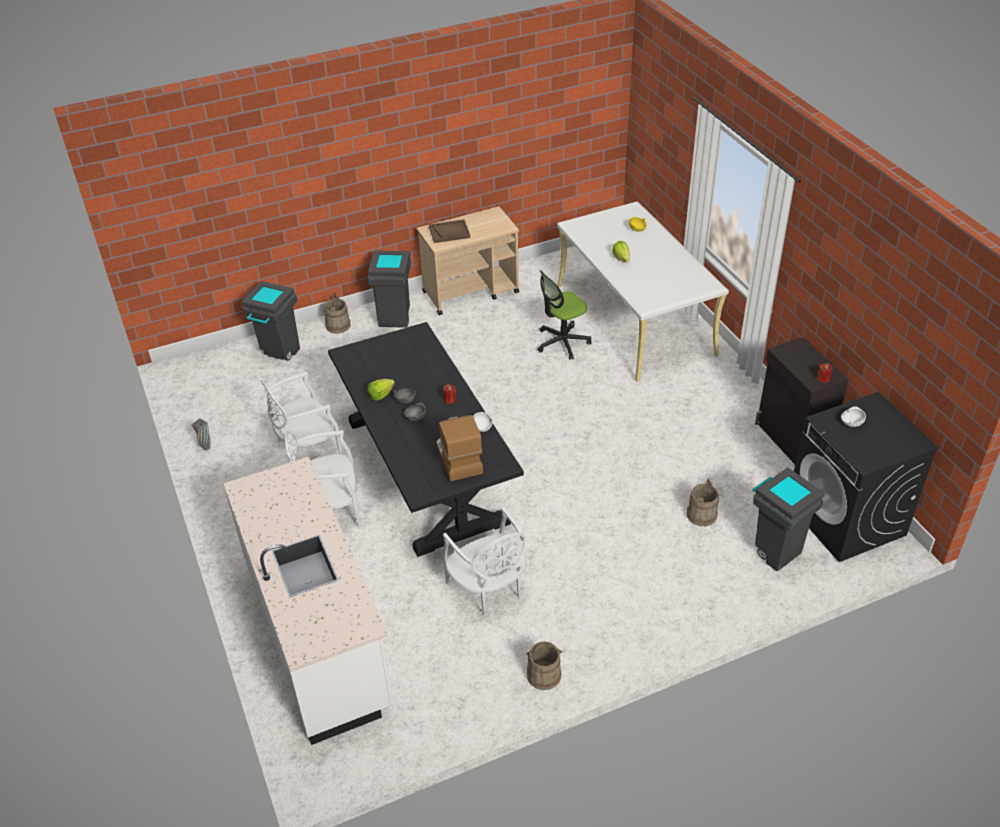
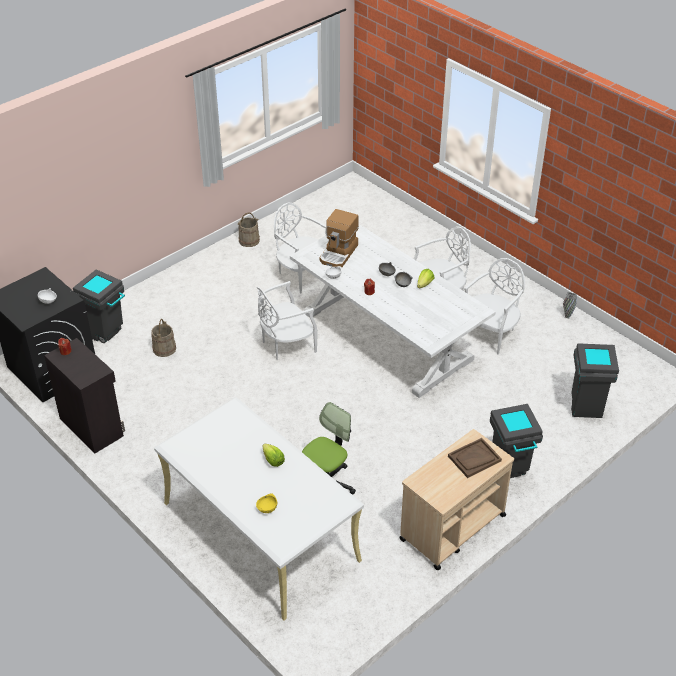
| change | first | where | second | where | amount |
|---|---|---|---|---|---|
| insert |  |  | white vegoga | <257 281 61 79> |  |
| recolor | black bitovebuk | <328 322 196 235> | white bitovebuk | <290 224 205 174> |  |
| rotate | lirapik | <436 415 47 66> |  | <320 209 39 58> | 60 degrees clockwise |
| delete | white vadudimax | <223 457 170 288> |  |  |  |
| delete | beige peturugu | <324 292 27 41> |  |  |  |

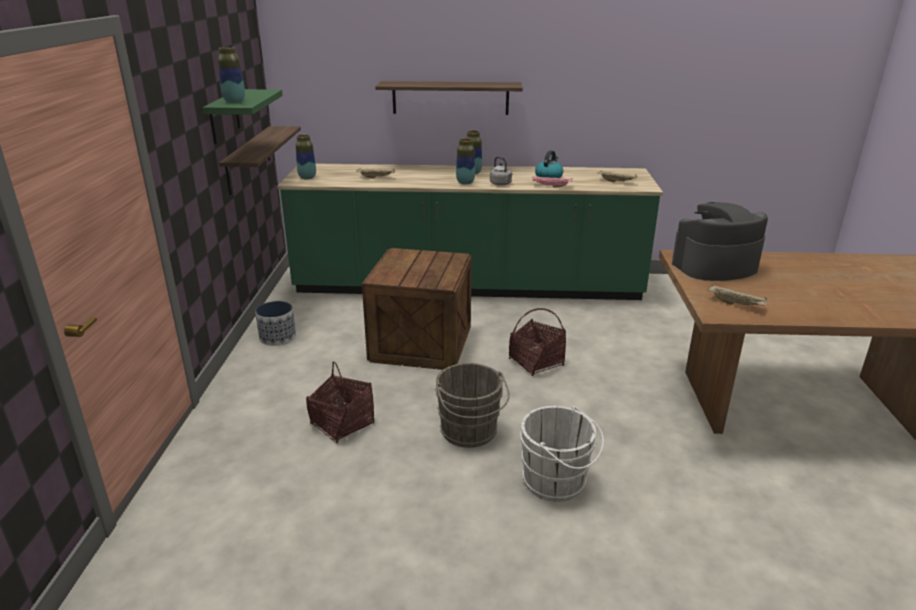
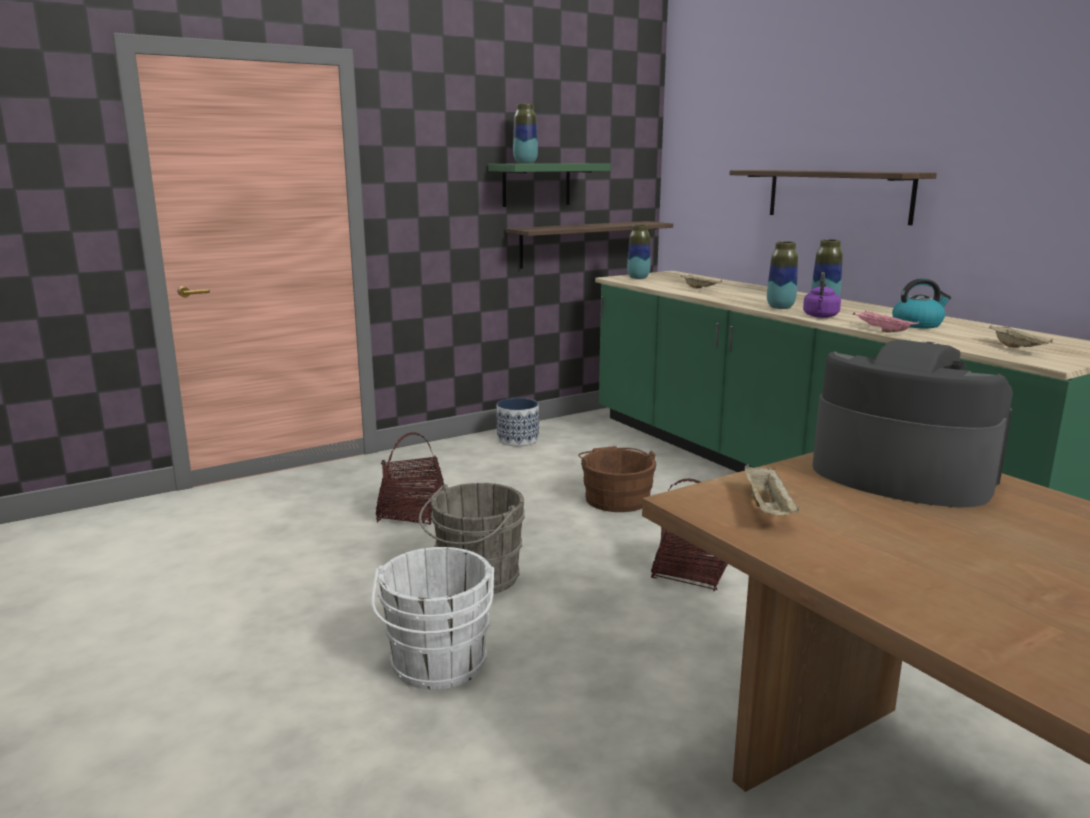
| change | first | where | second | where | amount |
|---|---|---|---|---|---|
| replace | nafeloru | <362 248 110 122> | brown peturugu | <578 446 78 66> |  |
| recolor | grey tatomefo | <490 156 22 30> | purple tatomefo | <803 272 38 46> |  |

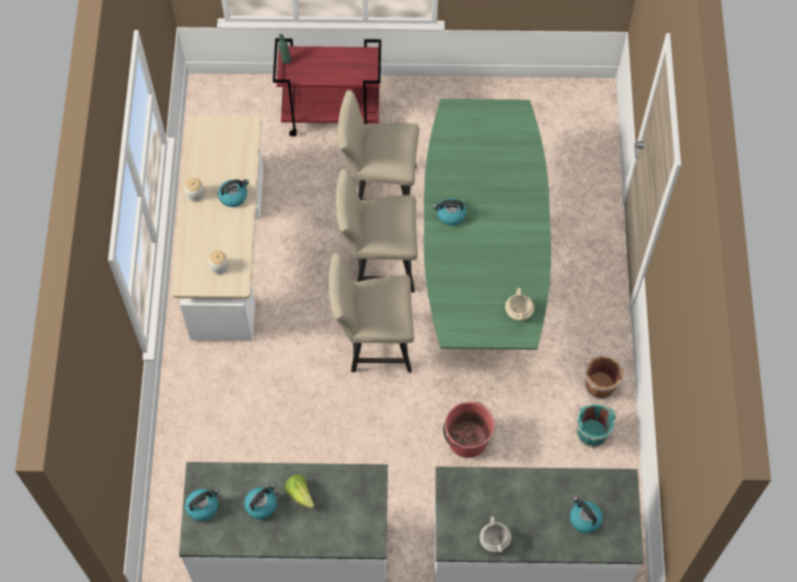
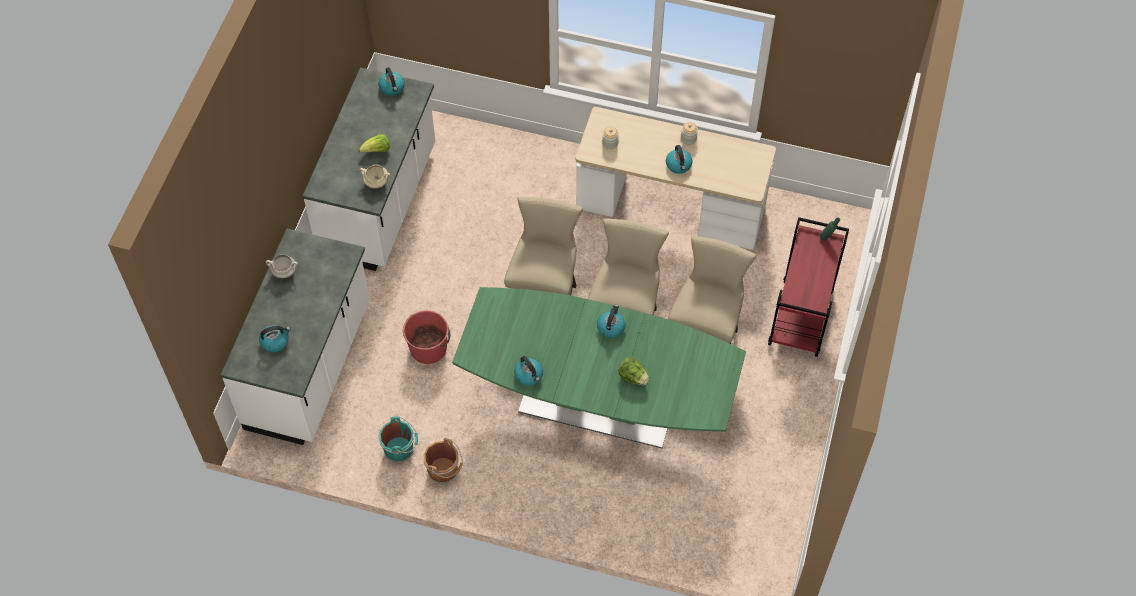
| change | first | where | second | where | amount |
|---|---|---|---|---|---|
| move | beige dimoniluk | <505 288 29 33> |  | <360 165 30 24> |  |
| move | tatomefo | <244 483 33 36> |  | <514 356 29 30> |  |
| insert |  |  | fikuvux | <618 357 31 28> |  |

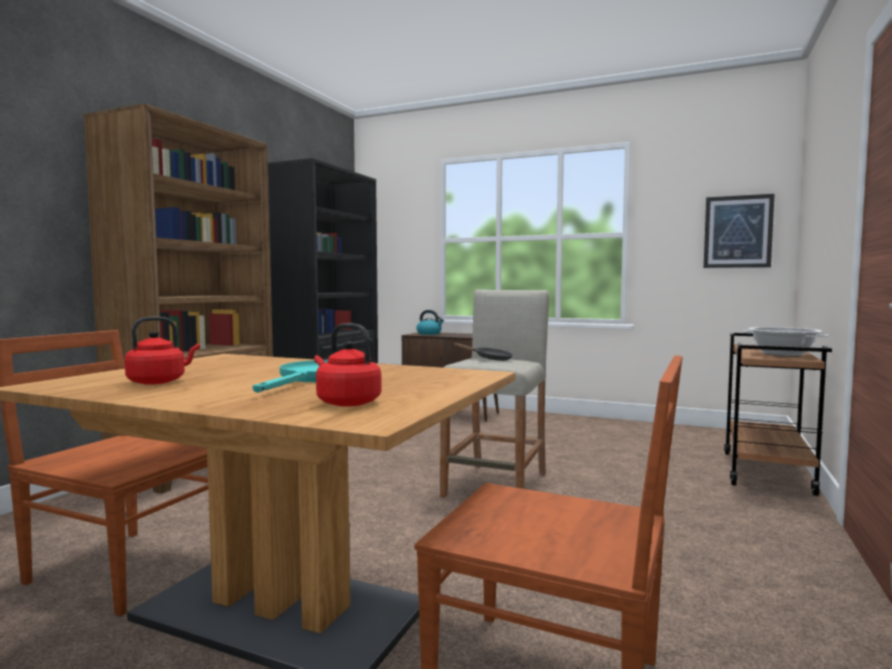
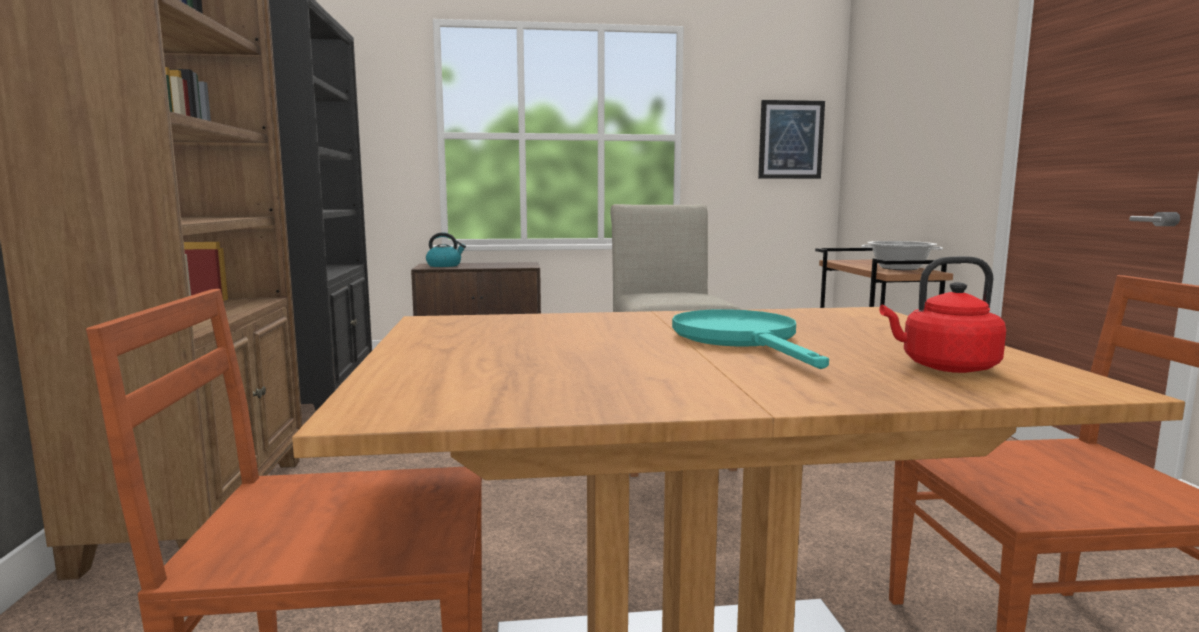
| change | first | where | second | where | amount |
|---|---|---|---|---|---|
| delete | red tatomefo | <125 317 75 68> |  |  |  |
| delete | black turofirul | <453 343 60 18> |  |  |  |

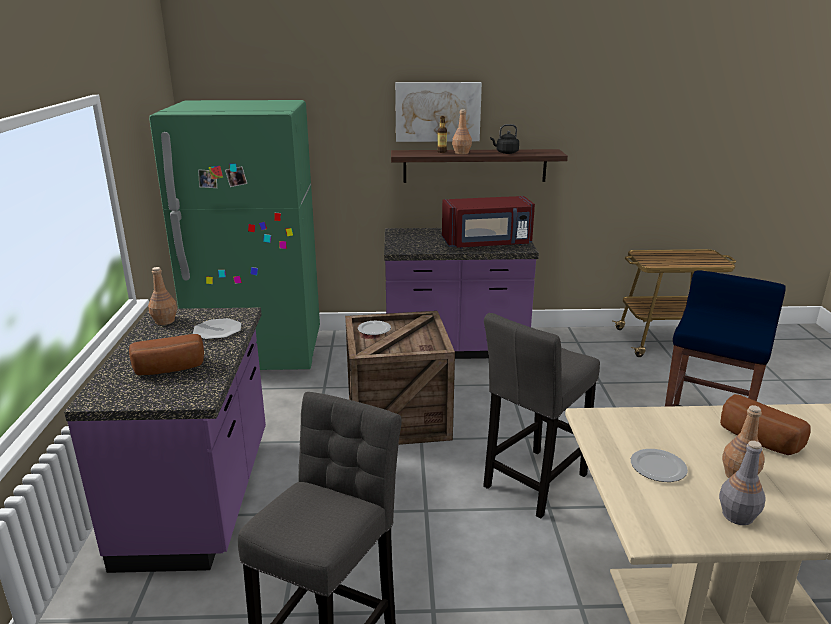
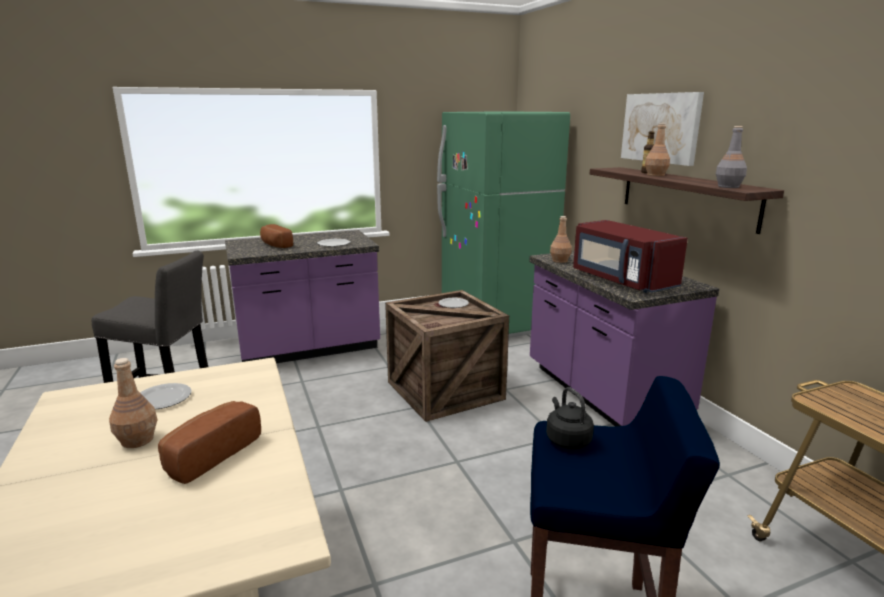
| change | first | where | second | where | amount |
|---|---|---|---|---|---|
| move | black tatomefo | <490 124 29 30> |  | <546 387 48 62> |  |
| move | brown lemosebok | <148 267 29 58> |  | <550 216 22 47> |  |
| move | grey lemosebok | <719 441 47 84> |  | <716 126 31 62> |  |
| delete | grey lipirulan | <483 313 117 205> |  |  |  |

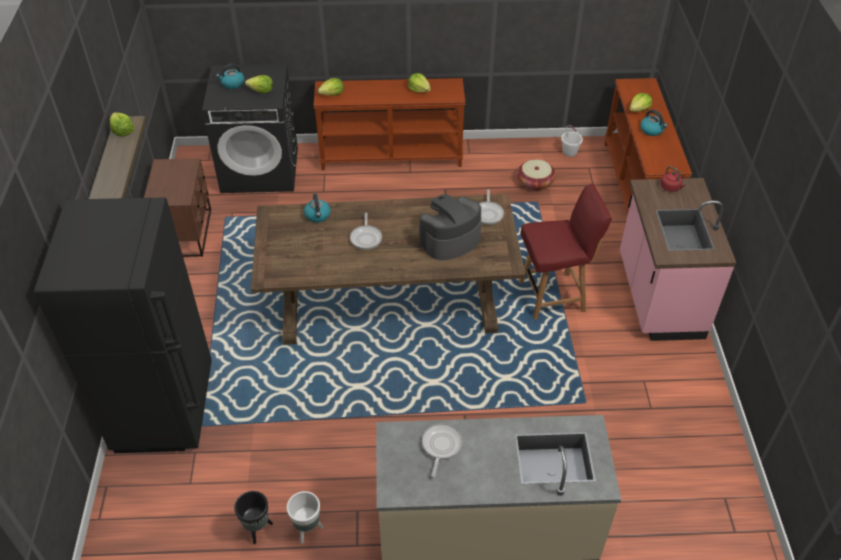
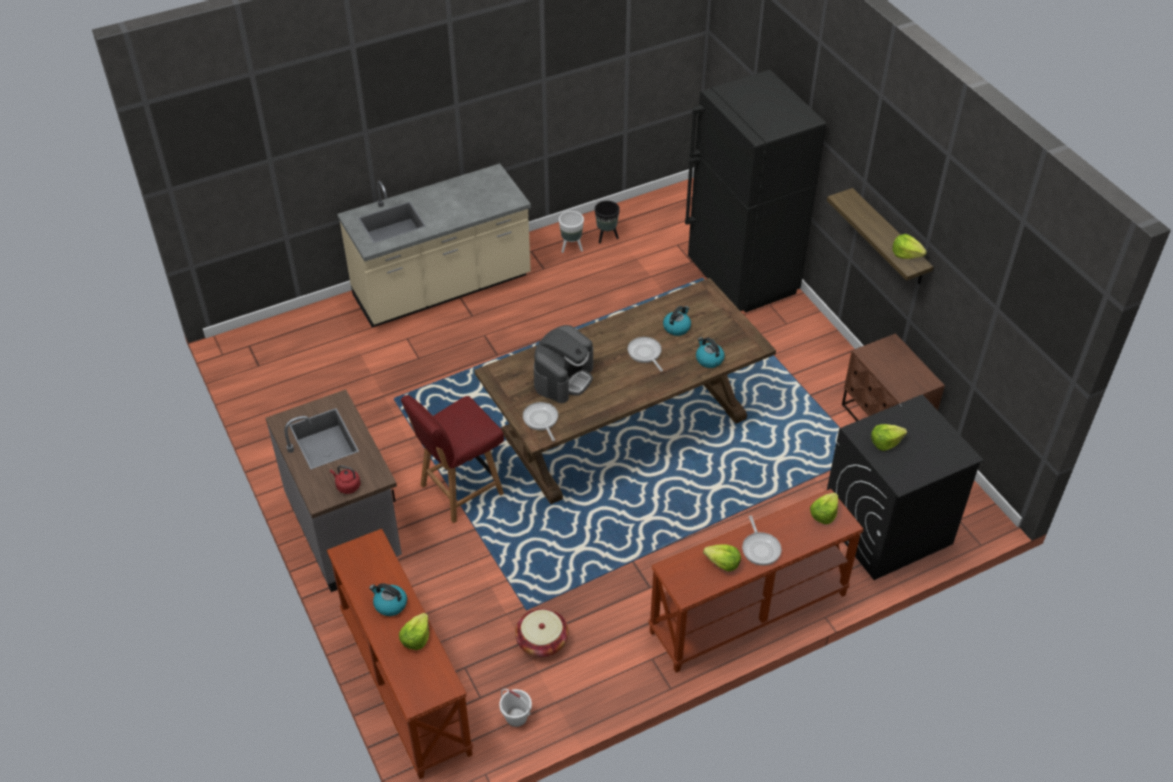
| change | first | where | second | where | amount |
|---|---|---|---|---|---|
| recolor | pink vadudimax | <620 178 116 163> | grey vadudimax | <266 389 136 203> |  |
| move | tatomefo | <216 64 28 25> |  | <663 306 28 30> |  |
| move | turofirul | <422 423 41 54> |  | <742 515 39 51> |  |

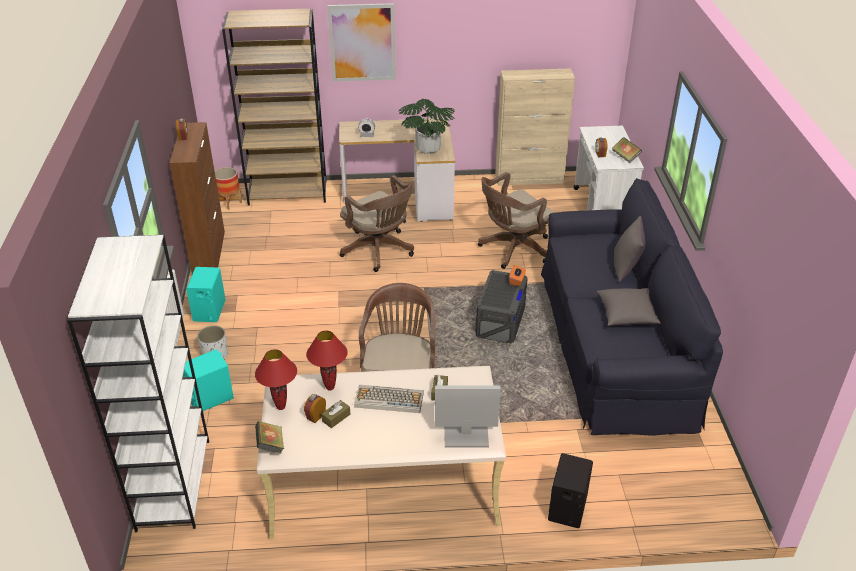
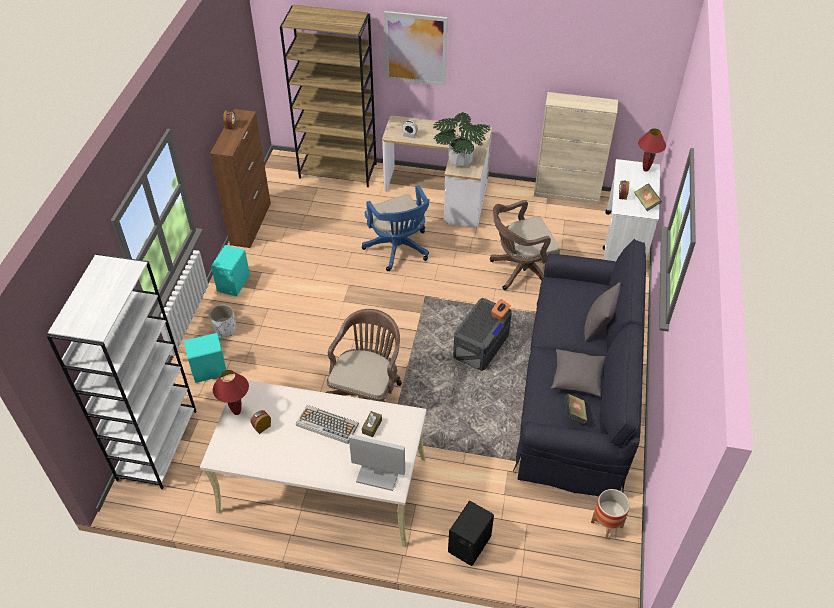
| change | first | where | second | where | amount |
|---|---|---|---|---|---|
| recolor | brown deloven | <340 175 74 97> | blue deloven | <362 185 68 86> |  |
| move | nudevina | <255 421 29 33> |  | <565 394 22 30> |  |
| move | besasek | <215 167 27 43> |  | <591 489 39 50> |  |
| move | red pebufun | <306 331 42 60> |  | <638 128 28 44> |  |
| delete | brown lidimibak | <321 400 29 28> |  |  |  |

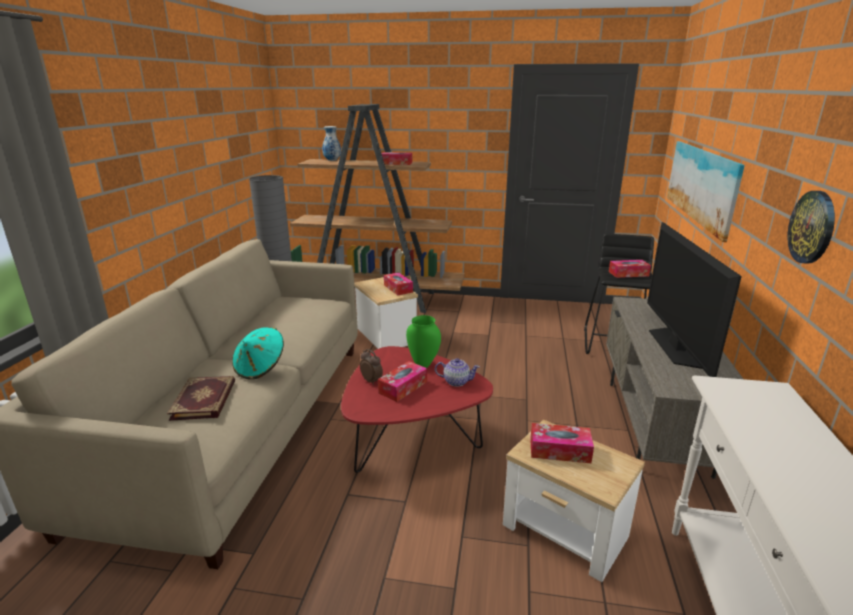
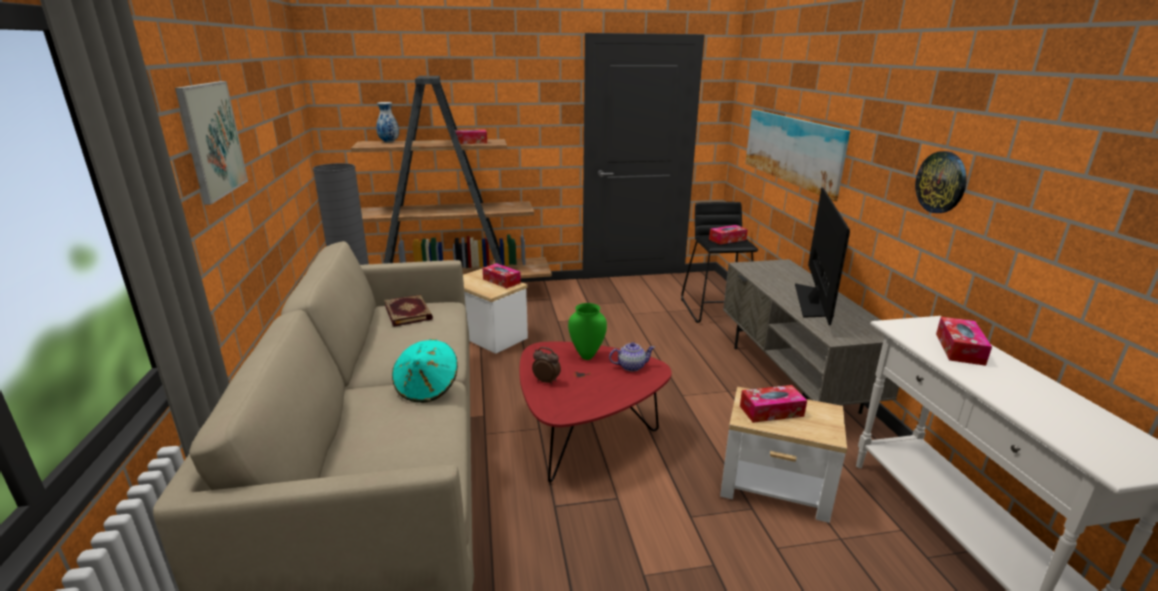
| change | first | where | second | where | amount |
|---|---|---|---|---|---|
| insert |  |  | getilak | <175 81 73 124> |  |
| move | nudevina | <167 376 68 45> |  | <384 295 49 32> |  |
| rotate | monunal | <647 222 95 155> |  | <795 187 55 138> | 150 degrees counterclockwise |
| move | lidimibak | <378 361 49 41> |  | <936 317 56 49> |  |

